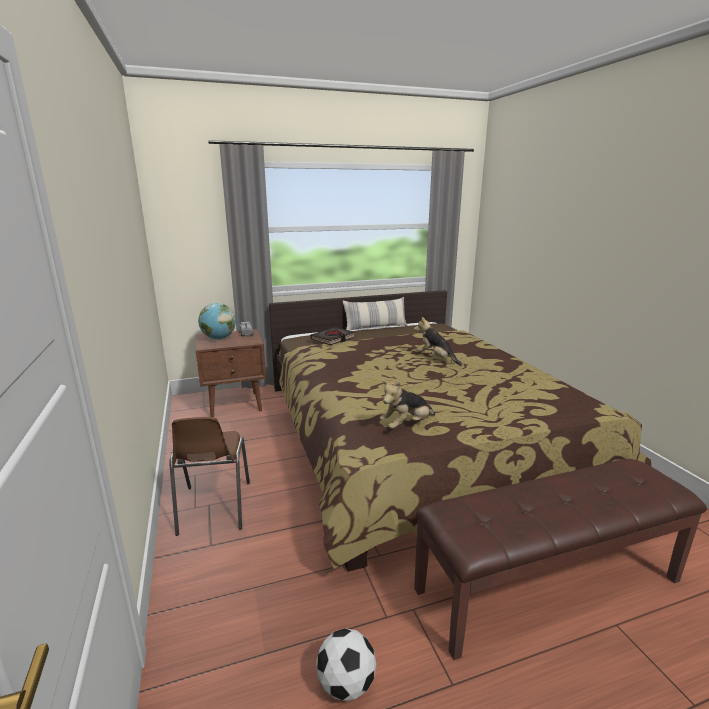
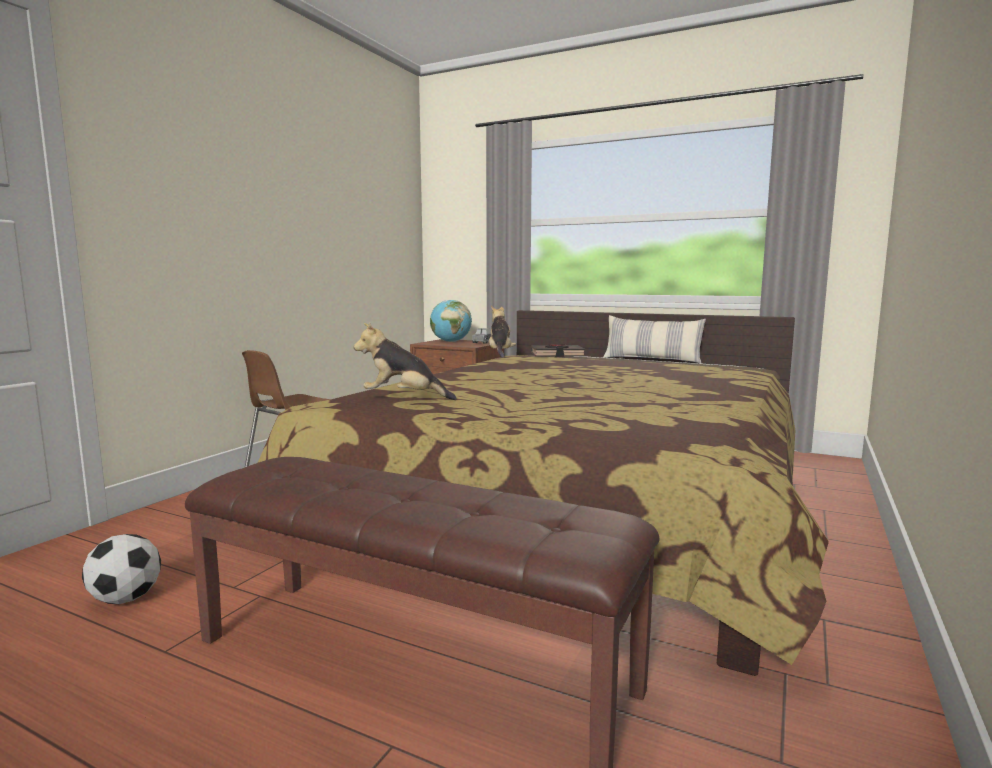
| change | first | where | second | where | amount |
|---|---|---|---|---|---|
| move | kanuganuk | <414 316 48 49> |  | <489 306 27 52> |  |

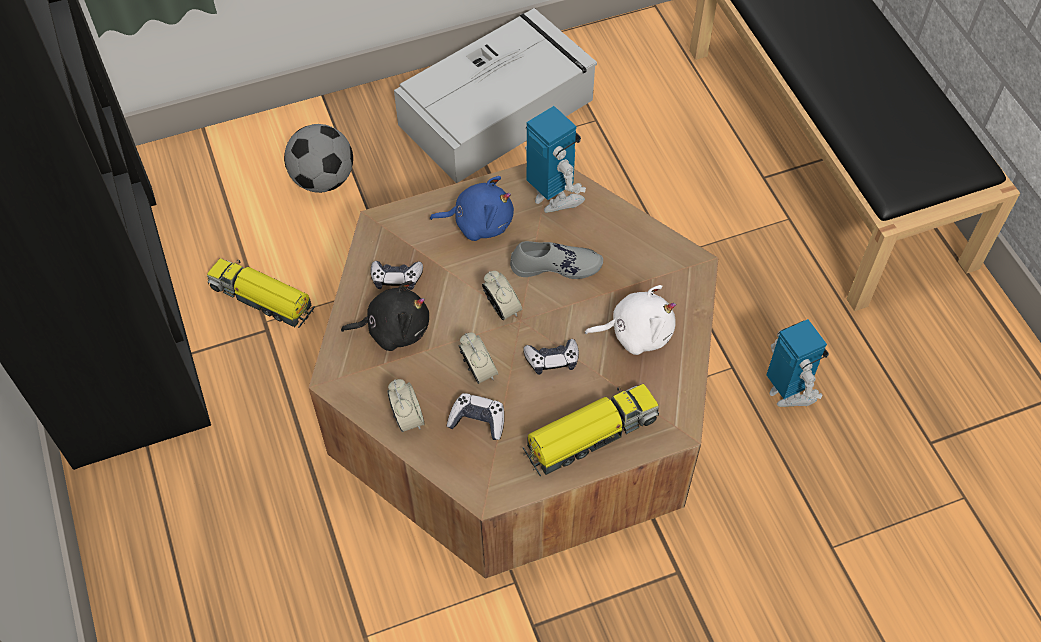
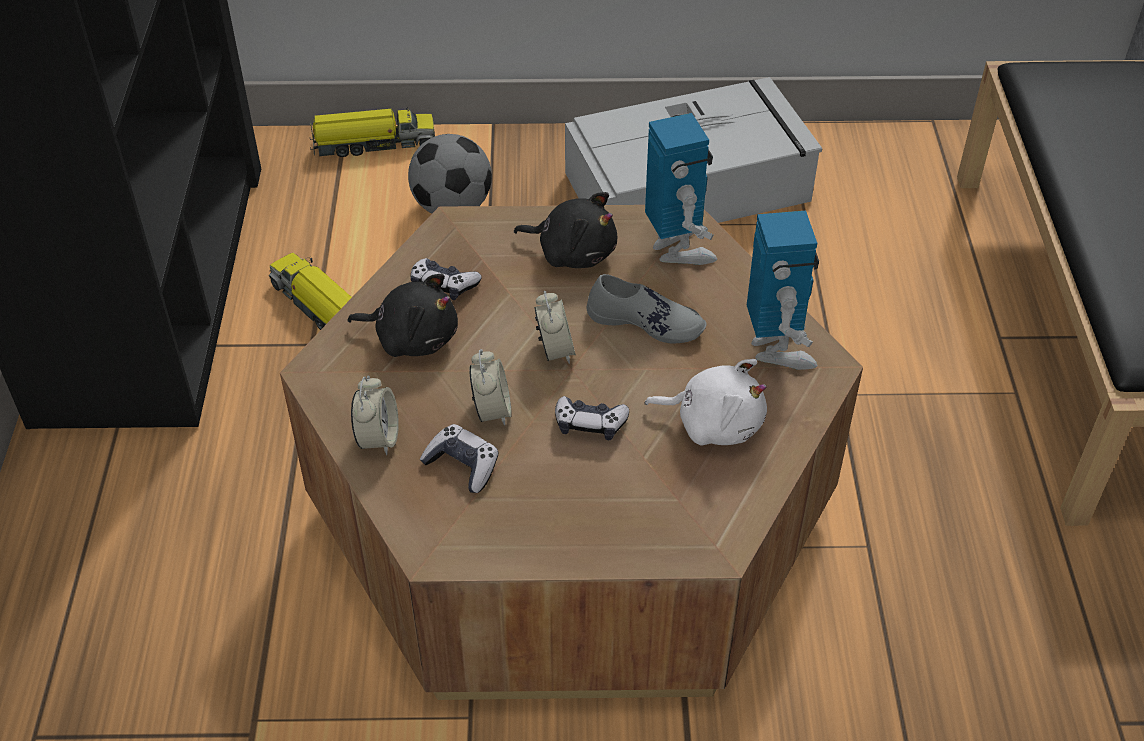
| change | first | where | second | where | amount |
|---|---|---|---|---|---|
| move | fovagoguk | <523 384 136 92> |  | <310 108 125 49> |  |
| recolor | blue kanuganuk | <430 176 84 65> | black kanuganuk | <514 192 103 76> |  |
| move | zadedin | <766 319 63 88> |  | <747 211 72 159> |  |

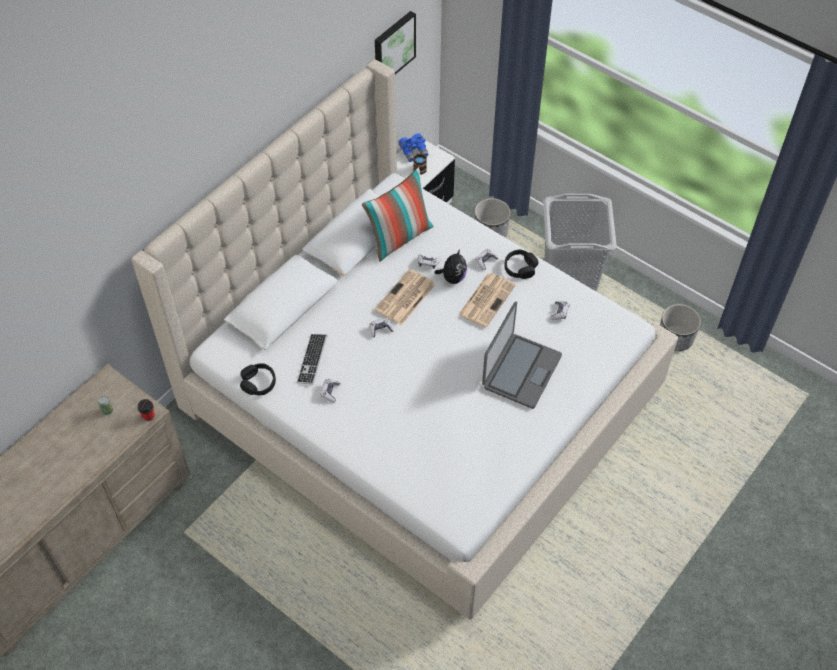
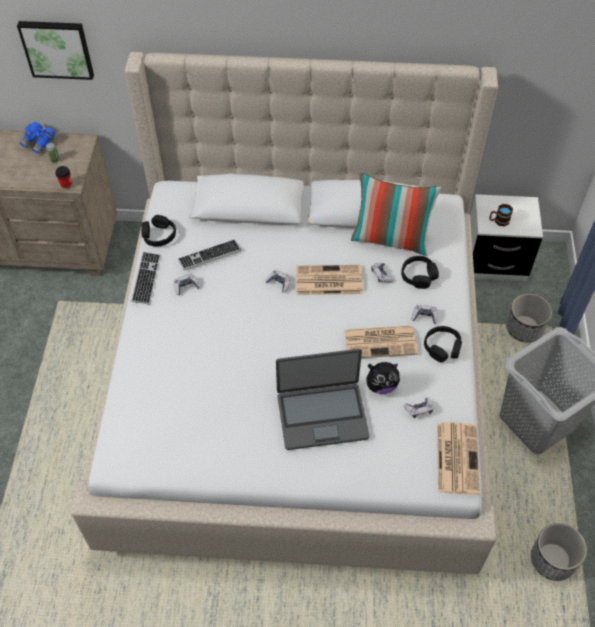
| change | first | where | second | where | amount |
|---|---|---|---|---|---|
| move | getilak | <375 11 41 63> |  | <17 21 77 59> |  |
| move | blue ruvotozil | <399 133 30 29> |  | <20 121 35 33> |  |
| insert |  |  | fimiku | <131 252 30 52> |  |
| move | kanuganuk | <434 249 33 35> |  | <367 362 33 32> |  |
| insert |  |  | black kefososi | <401 256 38 33> |  |
| insert |  |  | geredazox | <437 422 43 73> |  |

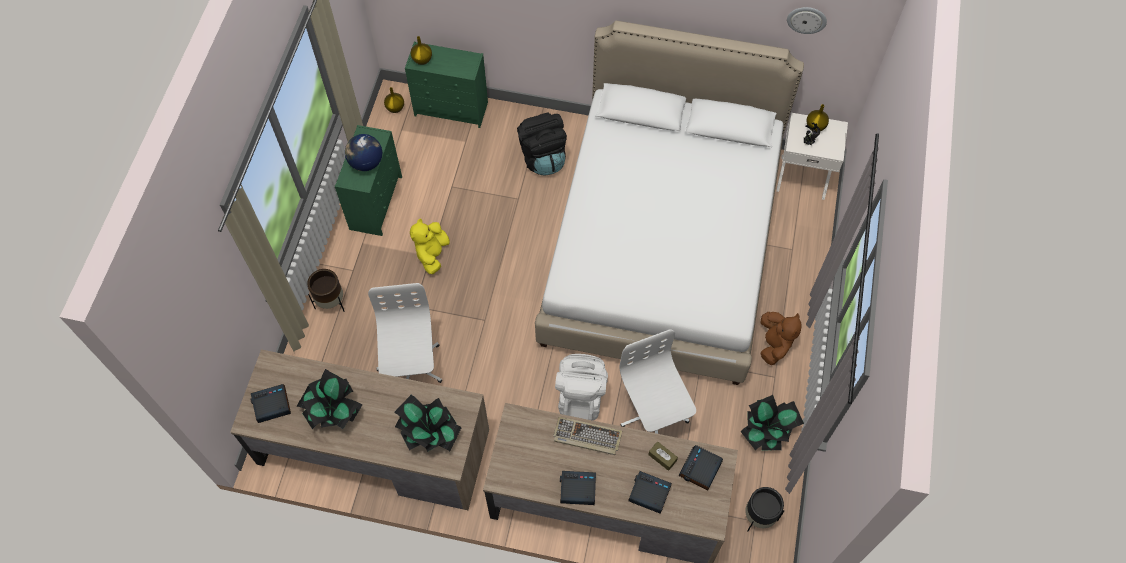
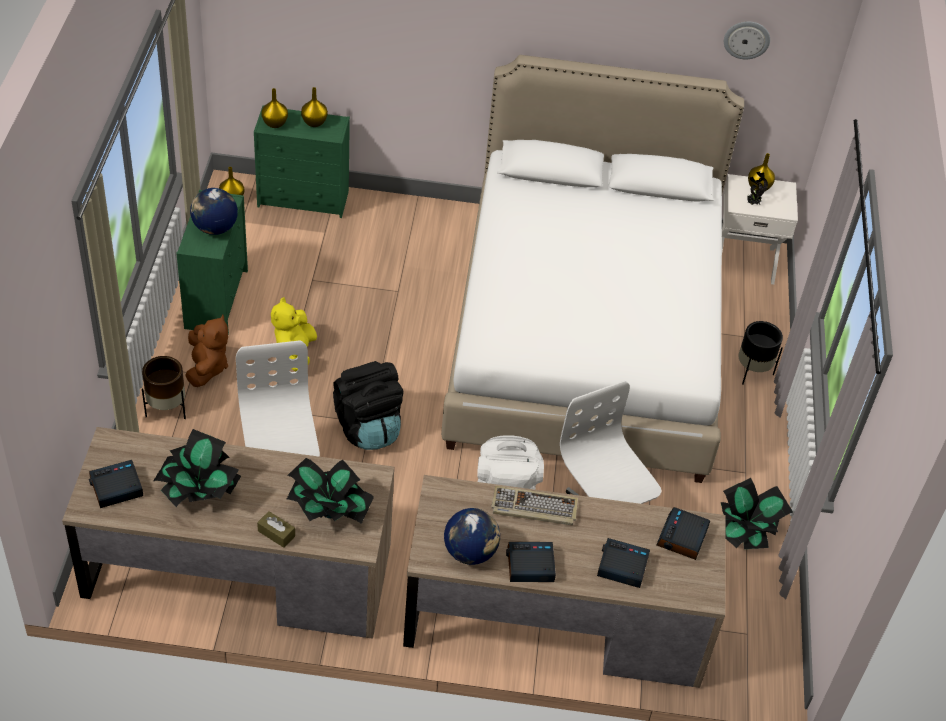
| change | first | where | second | where | amount |
|---|---|---|---|---|---|
| move | brown kanuganuk | <761 312 41 53> |  | <185 314 43 73> |  |
| move | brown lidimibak | <648 441 30 30> |  | <257 511 38 37> |  |
| insert |  |  | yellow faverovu | <301 87 27 40> |  |
| move | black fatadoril | <517 112 50 63> |  | <333 361 71 89> |  |
| insert |  |  | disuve | <444 508 56 57> |  |
| move | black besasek | <745 487 39 44> |  | <739 321 44 64> |  |

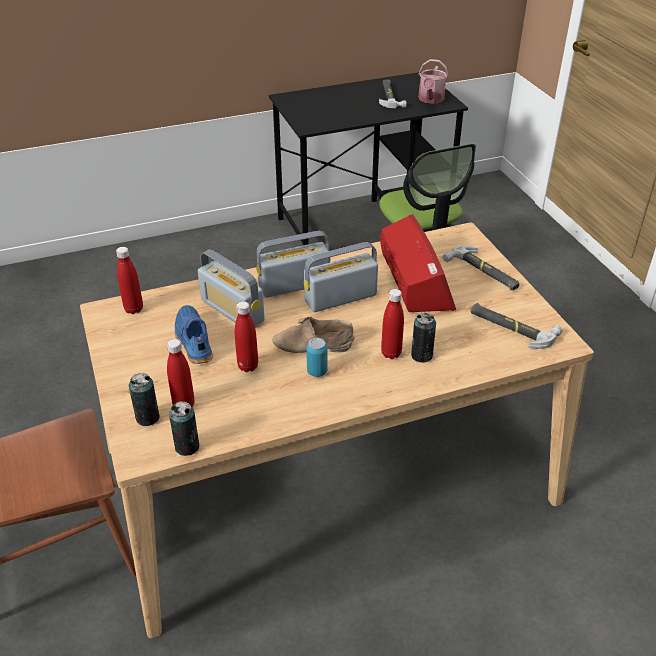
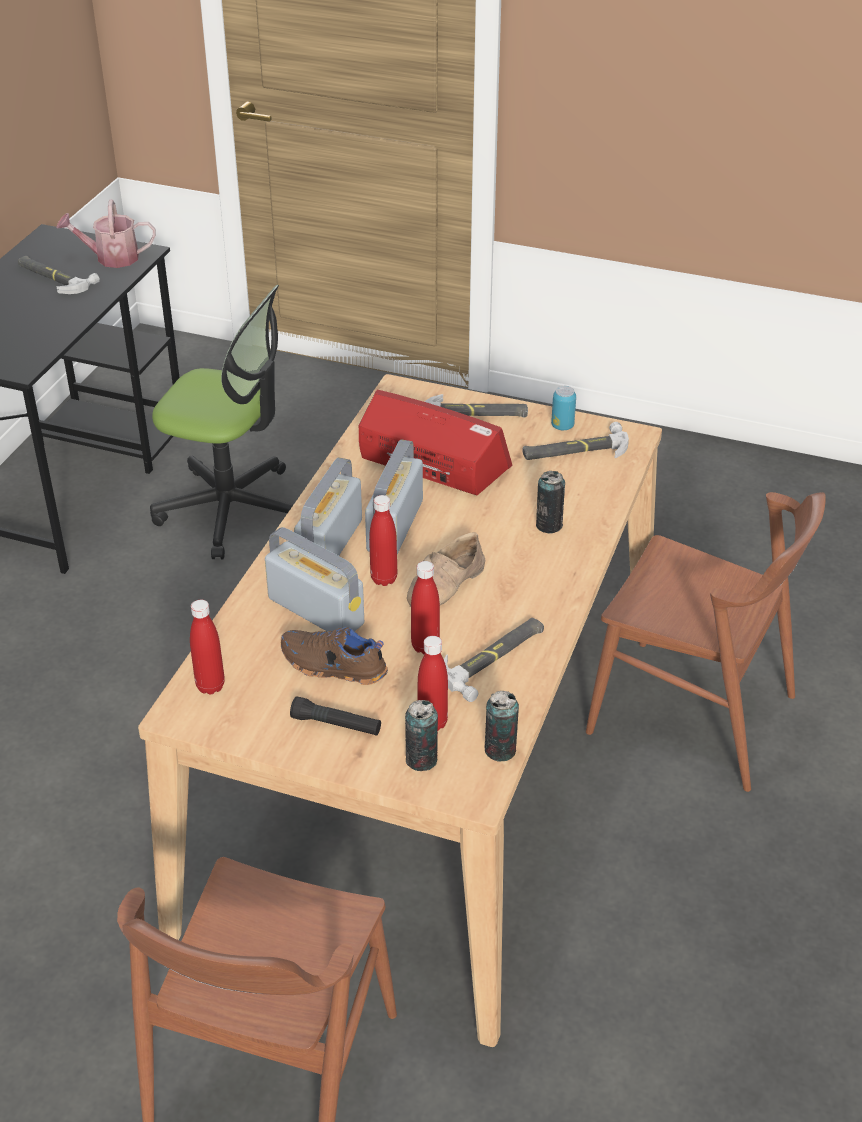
| change | first | where | second | where | amount |
|---|---|---|---|---|---|
| rotate | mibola | <418 59 30 45> |  | <56 200 100 68> | 120 degrees clockwise |
| rotate | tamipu | <198 249 67 77> |  | <265 527 99 105> | 135 degrees counterclockwise |
| recolor | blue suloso | <175 305 38 59> | brown suloso | <281 627 107 58> |  |
| insert |  |  | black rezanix | <290 696 91 40> |  |
| move | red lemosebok | <381 289 23 70> |  | <369 495 28 91> |  |
| insert |  |  | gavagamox | <444 618 100 84> |  |
| move | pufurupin | <306 338 22 39> |  | <551 386 25 44> |  |
| insert |  |  | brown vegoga | <586 492 240 300> |  |

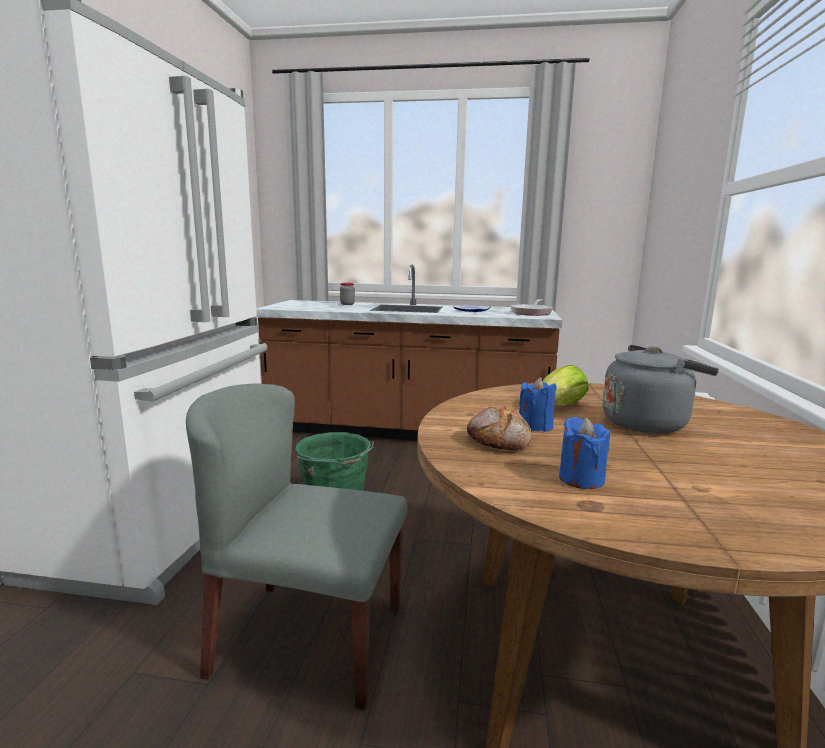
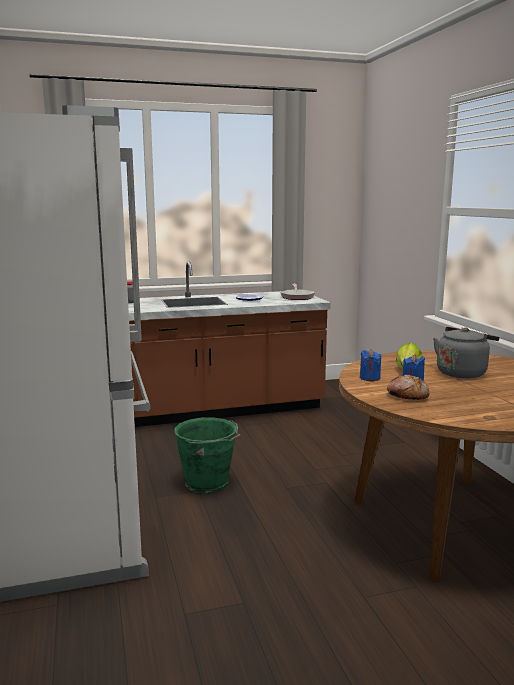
| change | first | where | second | where | amount |
|---|---|---|---|---|---|
| move | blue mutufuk | <559 417 51 72> |  | <360 349 21 32> |  |
| delete | grey vegoga | <186 384 221 326> |  |  |  |

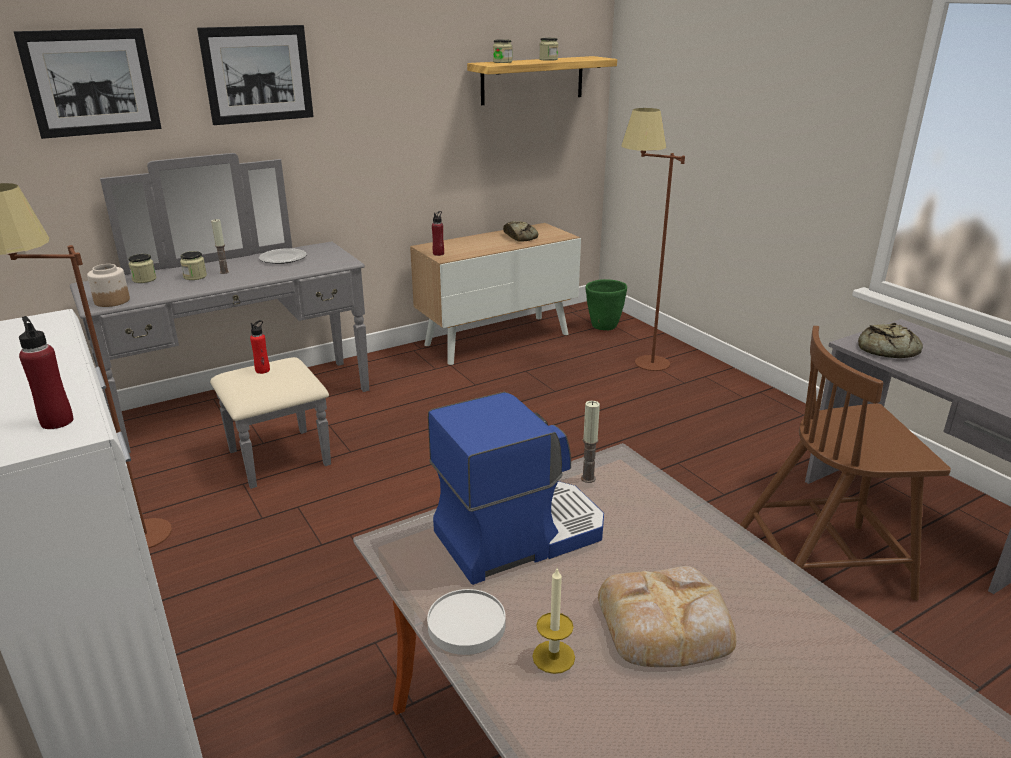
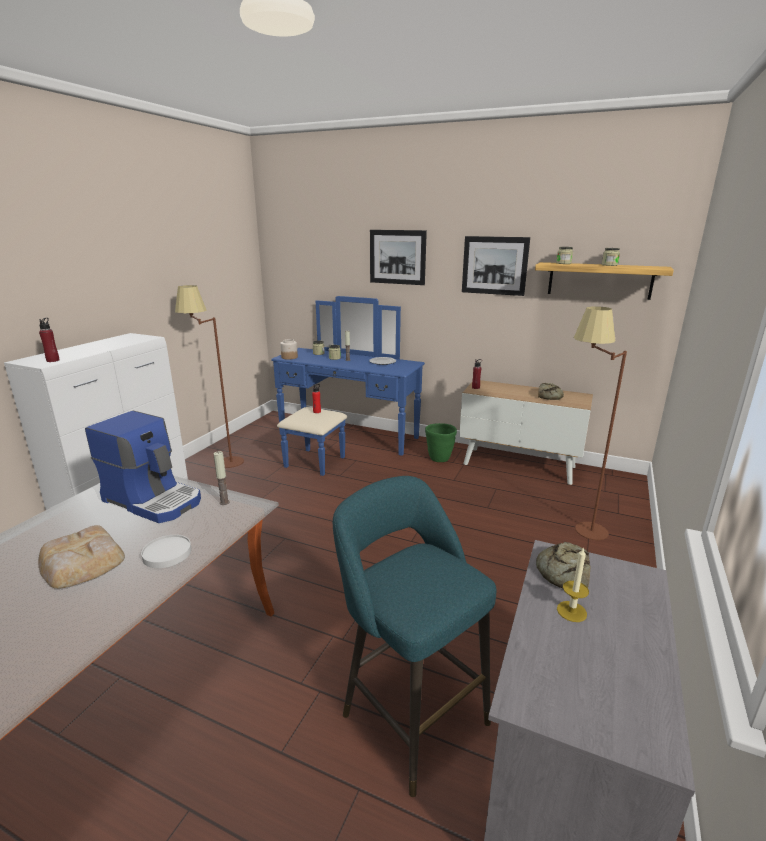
| change | first | where | second | where | amount |
|---|---|---|---|---|---|
| move | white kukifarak | <427 589 79 66> |  | <141 535 50 33> |  |
| recolor | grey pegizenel | <70 153 299 336> | blue pegizenel | <271 296 154 180> |  |
| replace | brown vegoga | <740 326 211 274> | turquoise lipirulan | <333 476 164 321> |  |
| move | green besasek | <585 279 42 51> |  | <425 423 32 39> |  |
| move | getilak | <14 28 148 111> |  | <462 236 68 60> |  |
| move | mutufuk | <532 568 43 106> |  | <557 547 32 75> |  |

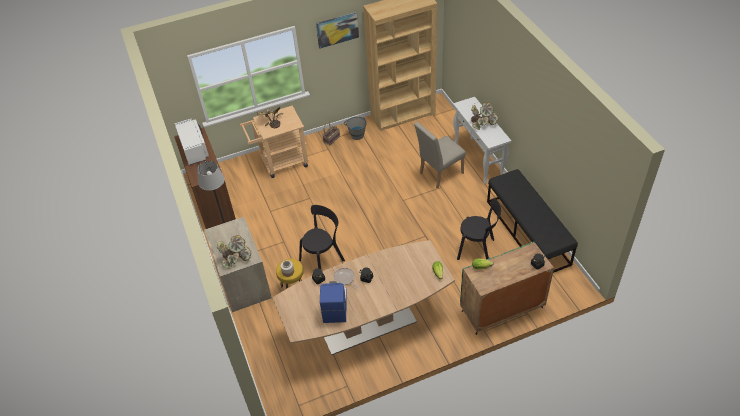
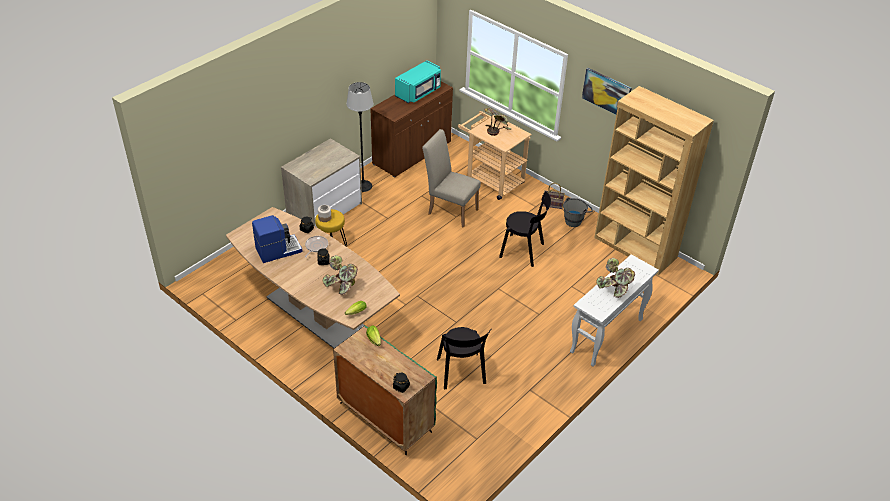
| change | first | where | second | where | amount |
|---|---|---|---|---|---|
| move | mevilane | <217 235 34 34> |  | <323 255 35 40> |  |
| recolor | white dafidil | <174 119 35 46> | turquoise dafidil | <395 60 46 43> |  |
| move | beige vegoga | <414 122 52 67> |  | <422 129 59 99> |  |
| move | black vegoga | <299 205 46 64> |  | <499 192 52 75> |  |
| delete | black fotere | <487 169 91 104> |  |  |  |

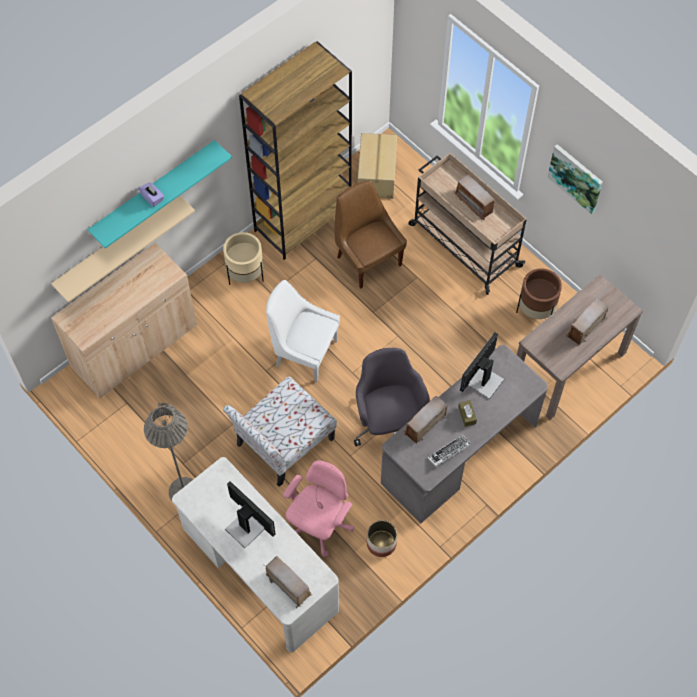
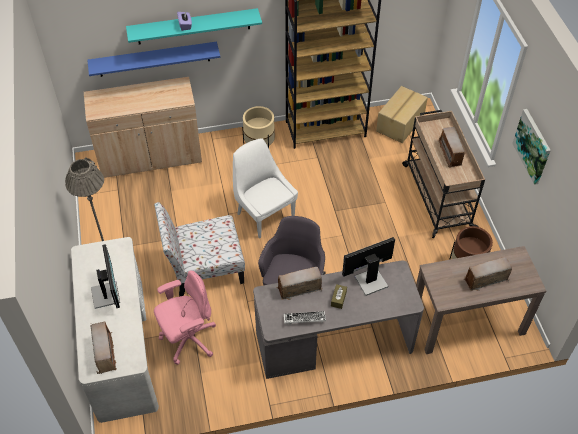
| change | first | where | second | where | amount |
|---|---|---|---|---|---|
| recolor | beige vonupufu | <51 196 144 107> | blue vonupufu | <87 42 133 35> |  |
| delete | brown vegoga | <335 181 72 107> |  |  |  |
| delete | besasek | <367 520 30 37> |  |  |  |

